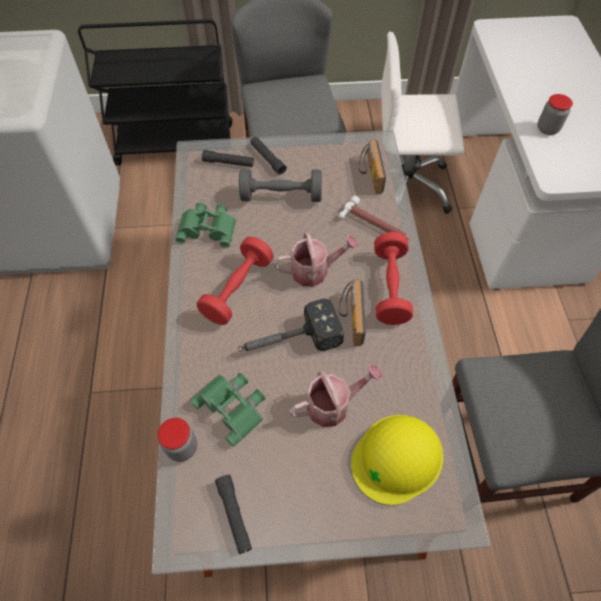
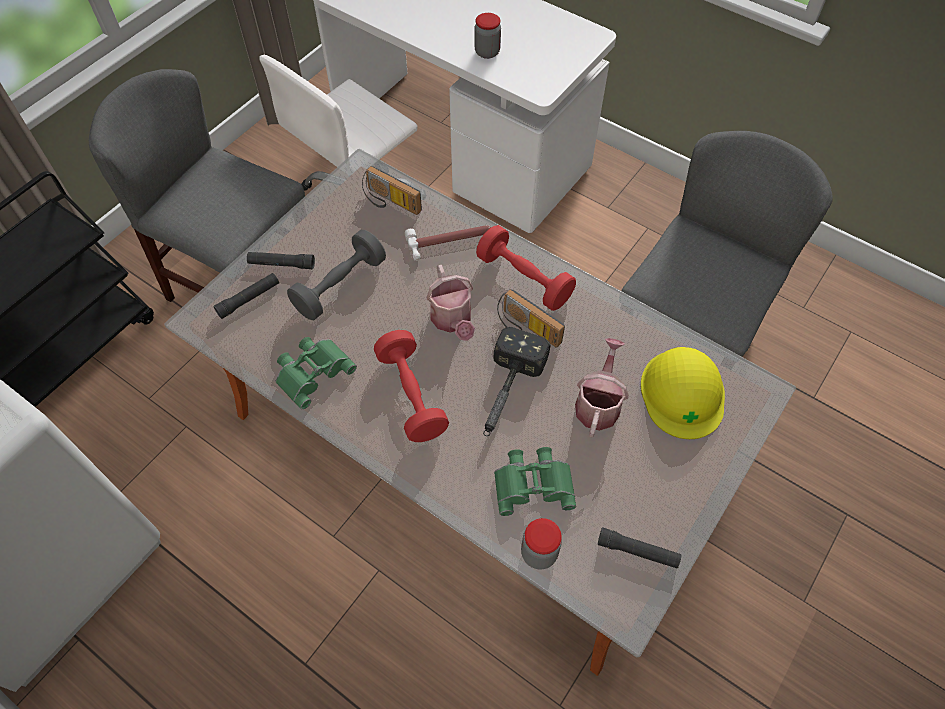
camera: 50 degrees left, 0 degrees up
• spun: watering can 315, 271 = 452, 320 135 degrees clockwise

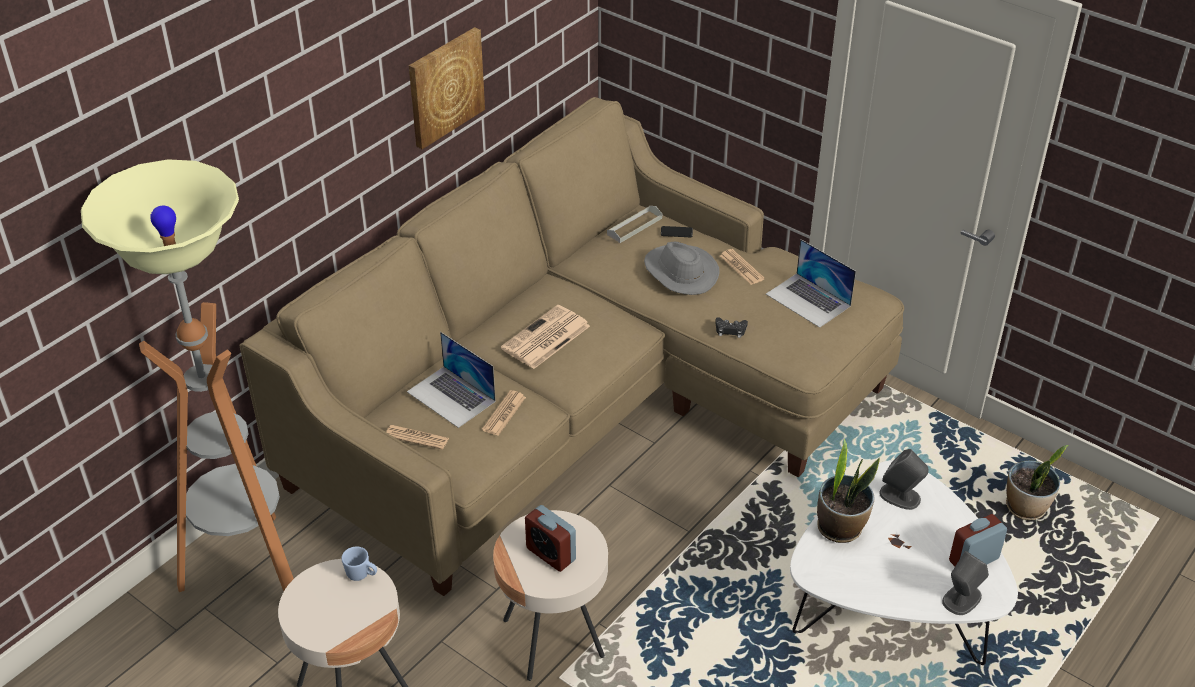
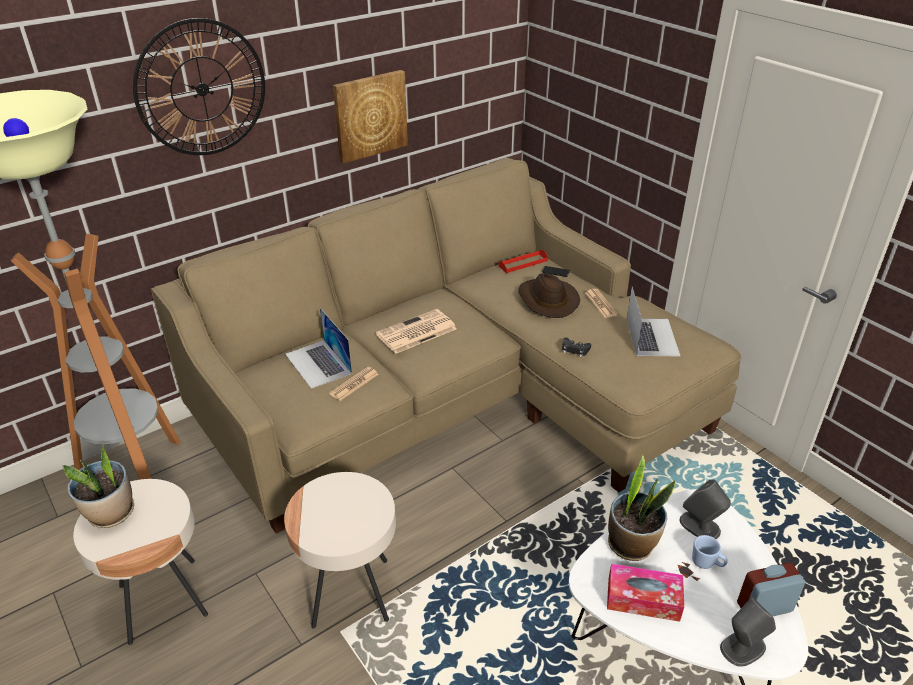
camera: 15 degrees right, 5 degrees down
• missing: newspaper 417, 437
• missing: table clock 551, 554
• appeared: hanging clock 202, 89
• appeared: tissue holder 643, 599
• relocated: mug in bluish 362, 575 to 706, 564
• relocated: plant in a pot 1026, 508 to 111, 514
• colour: carrying tray in greyish 634, 226 to carrying tray in red-coloured 523, 263
• colour: clothing hat in greyish 680, 272 to clothing hat in brown 546, 300
• spun: laptop 808, 300 = 652, 336 150 degrees counterclockwise

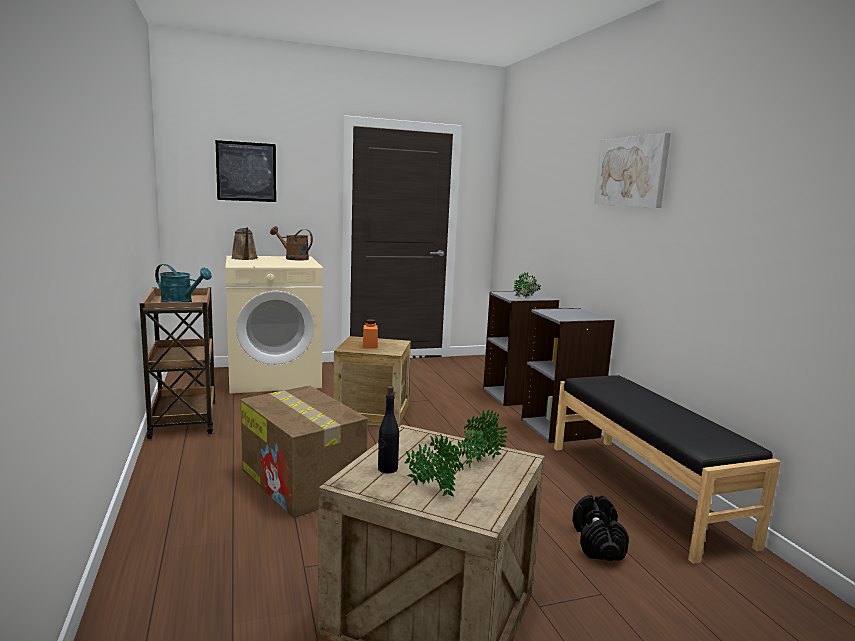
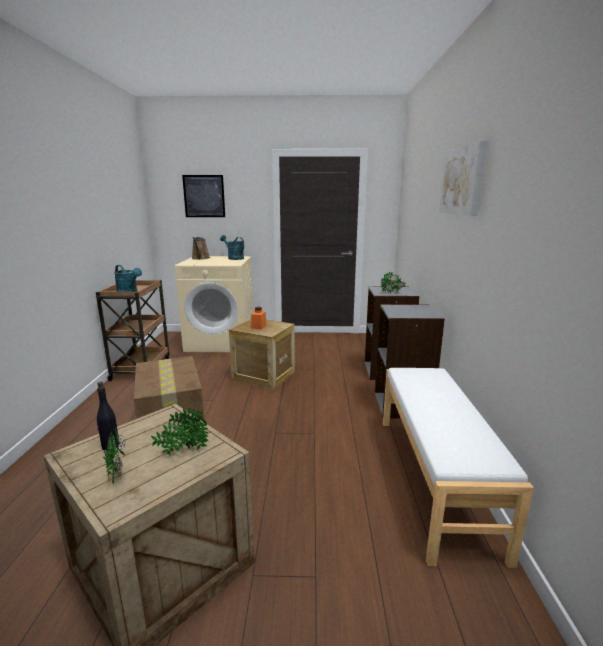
camera: 20 degrees right, 5 degrees up
• missing: free weight in black 597, 542
• colour: watering can in brown 293, 258 to watering can in turquoise 233, 258
• colour: long seat in black 643, 491 to long seat in white 434, 478

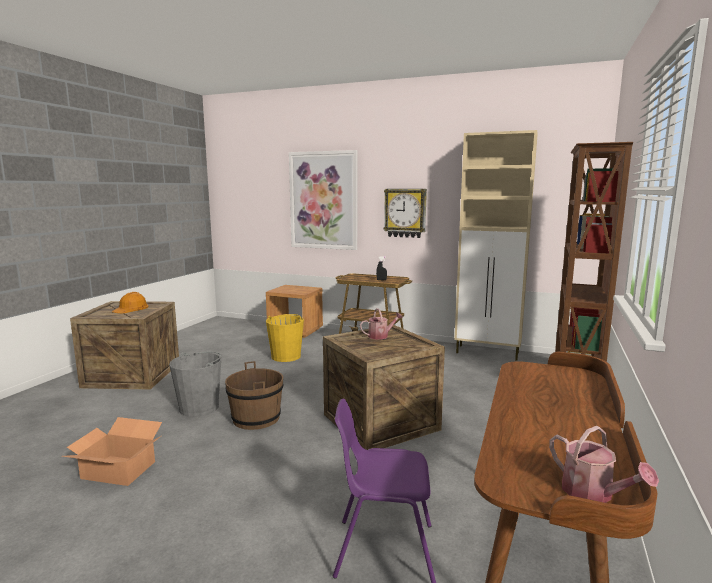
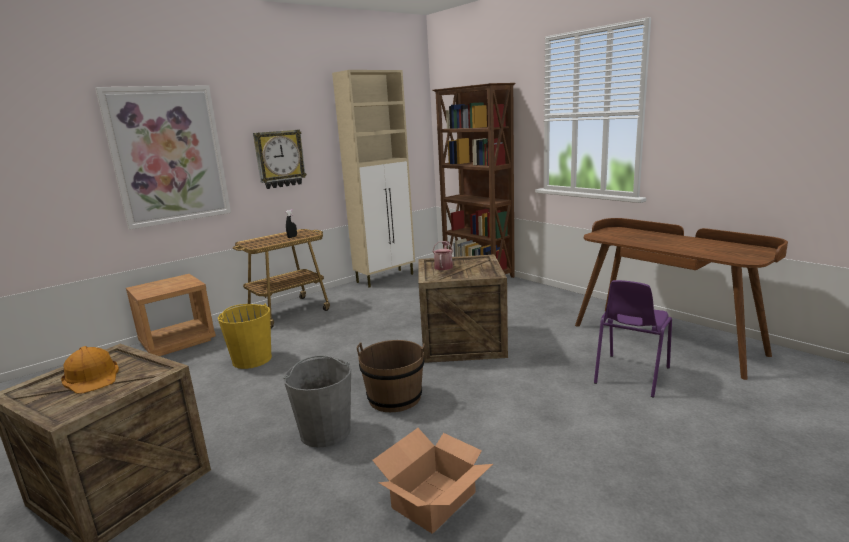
camera: 60 degrees left, 5 degrees up
• missing: watering can 593, 494

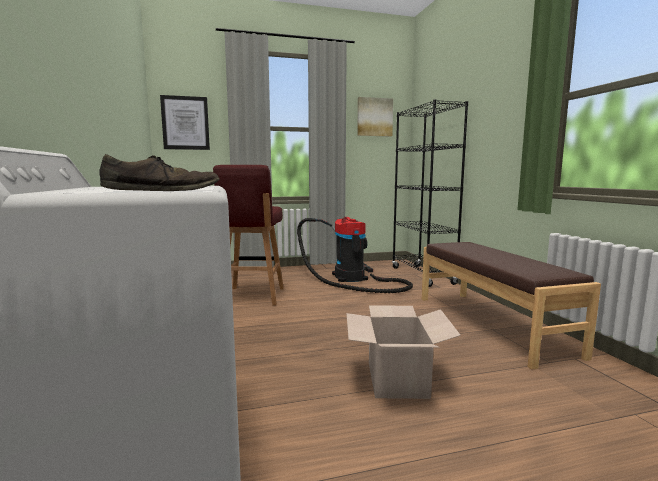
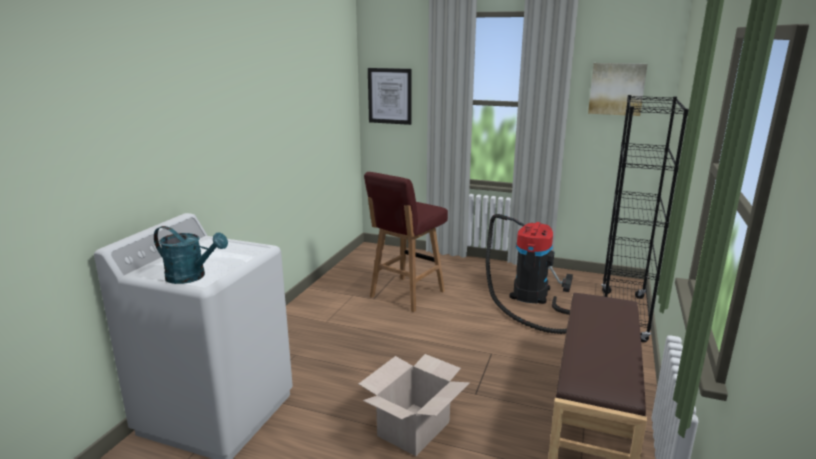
camera: 35 degrees right, 10 degrees up
• exchanged: shoe in brown 163, 190 to watering can in turquoise 192, 277

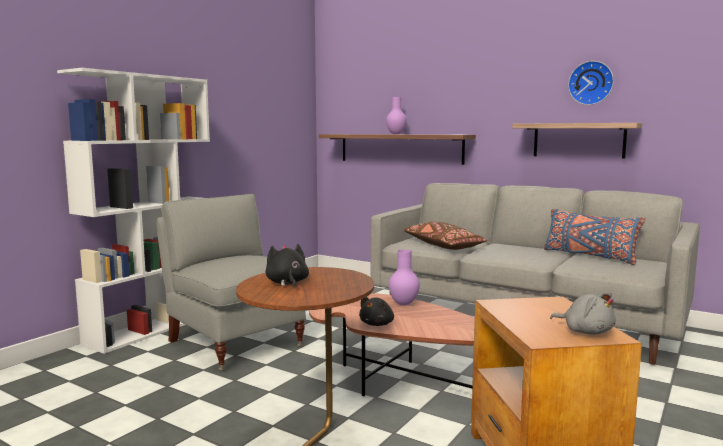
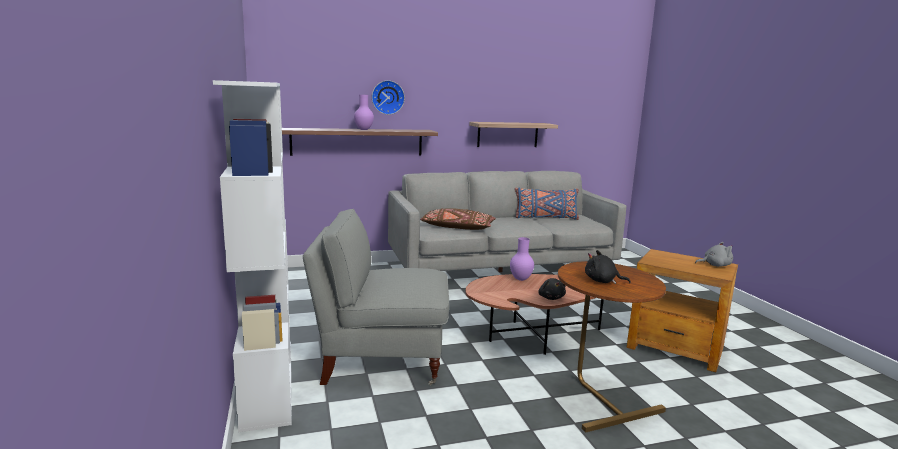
camera: 50 degrees left, 5 degrees up
• relocated: hanging clock 591, 83 to 387, 97

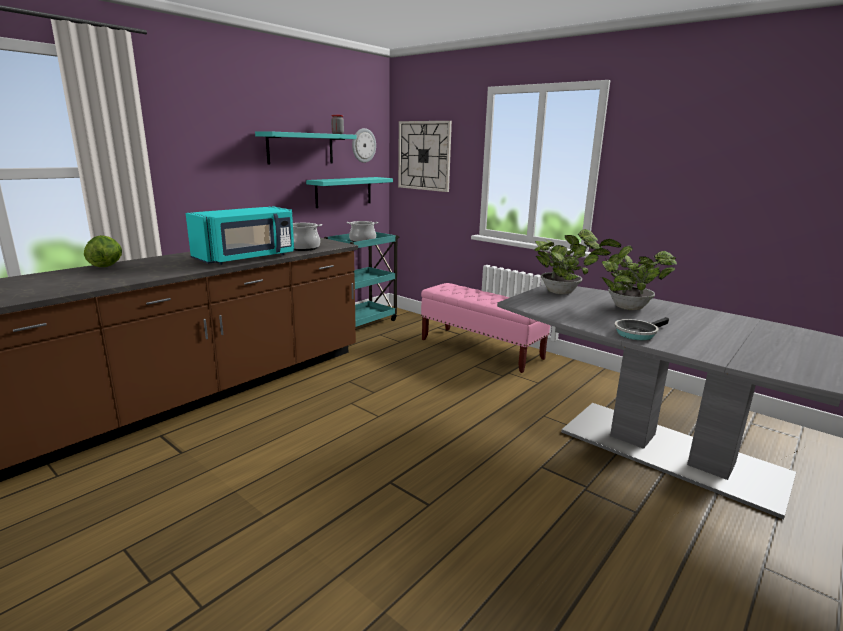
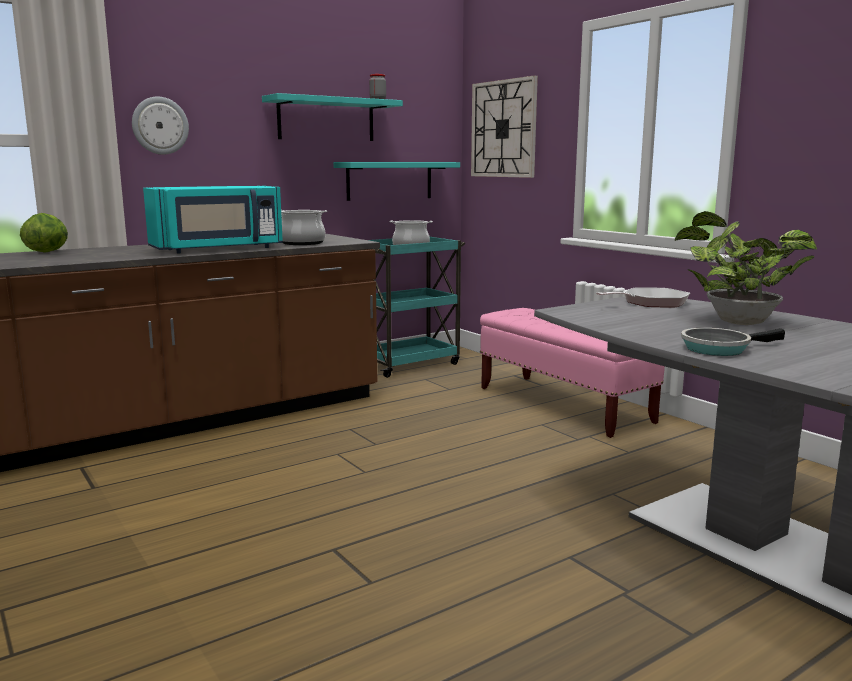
camera: 15 degrees right, 5 degrees down
• relocated: hanging clock 363, 145 to 160, 125
• exchanged: plant in a pot 562, 292 to skillet 650, 303

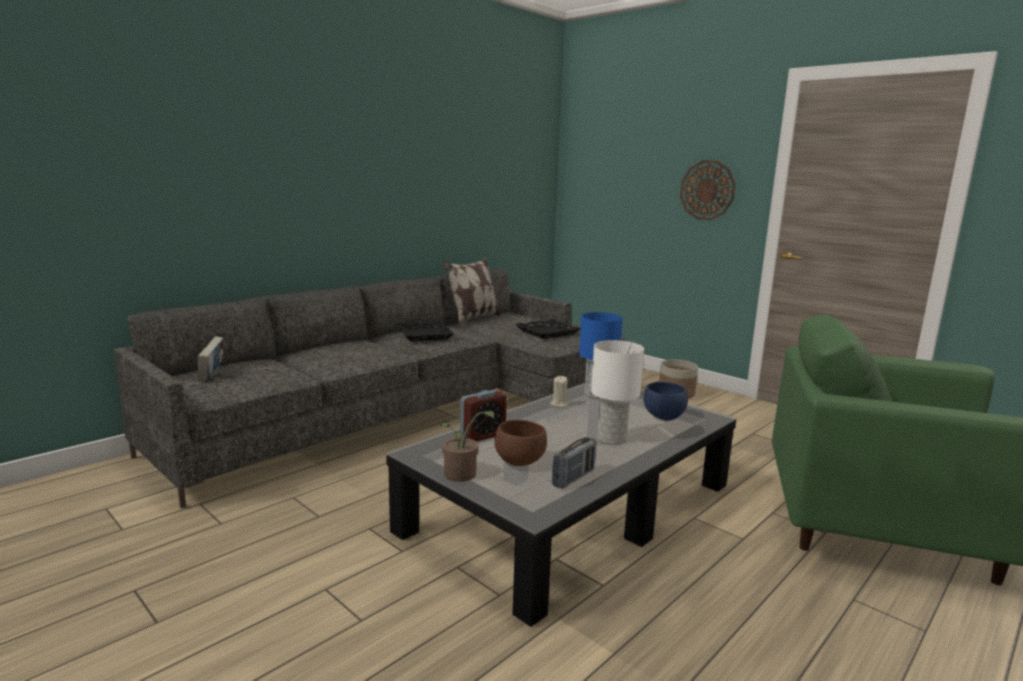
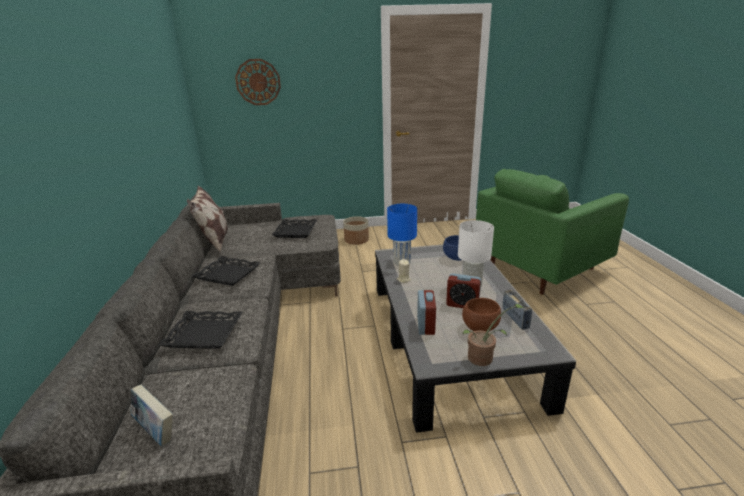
camera: 50 degrees left, 10 degrees up
• appeared: carrying tray in black 204, 334
• appeared: table clock 462, 304
• relocated: hanging clock 707, 190 to 258, 82

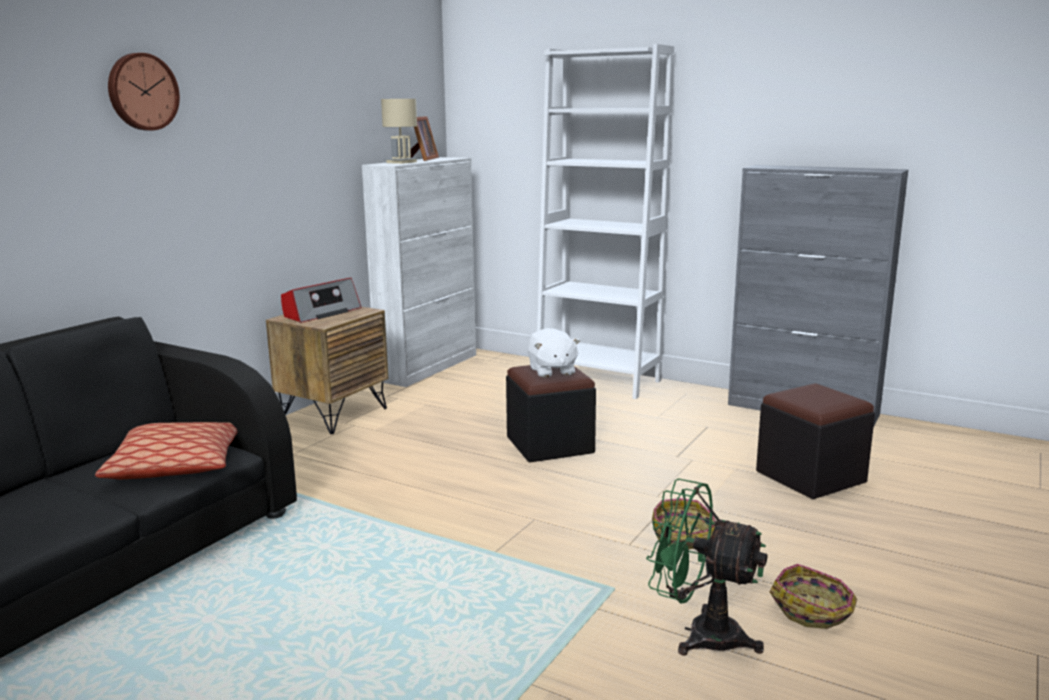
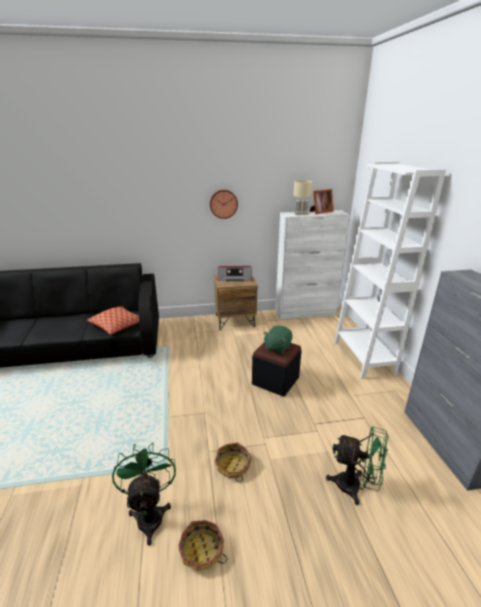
camera: 50 degrees right, 10 degrees up
• relocated: hanging clock 142, 92 to 223, 204
• exchanged: ottoman in black 810, 476 to cooling fan in greenish 355, 487
• colour: soft toy in white 551, 371 to soft toy in greenish 277, 348

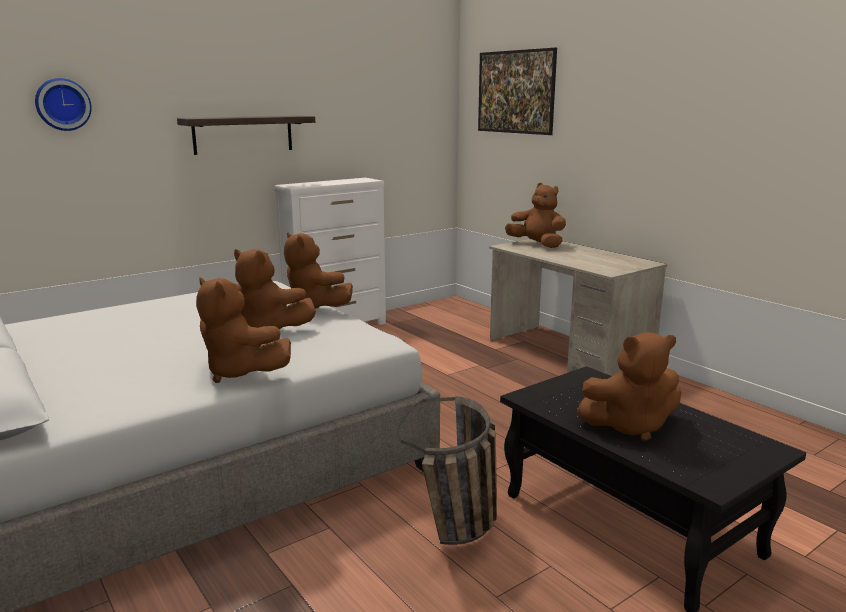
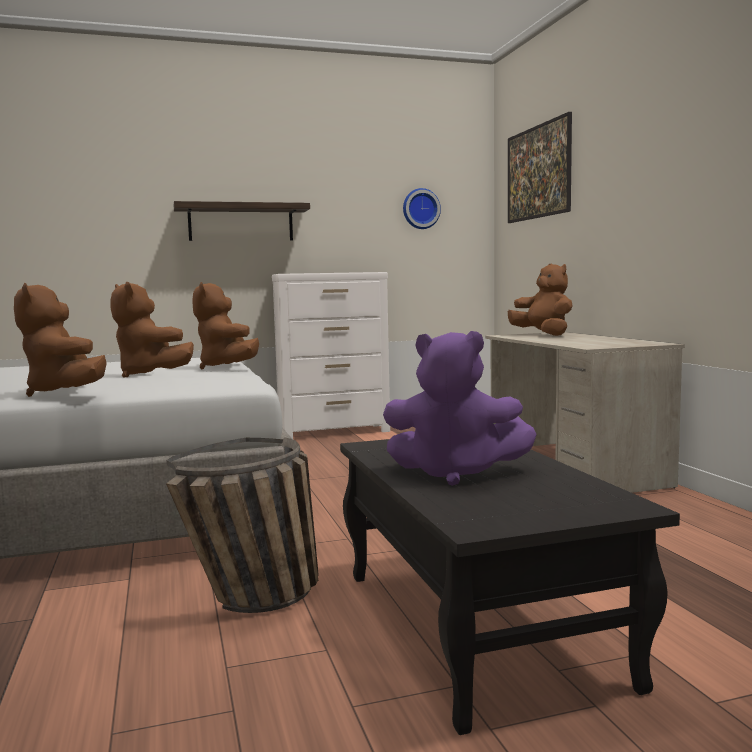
camera: 20 degrees right, 10 degrees down
• relocated: hanging clock 62, 104 to 420, 209
• colour: soft toy in brown 630, 426 to soft toy in purple 455, 473

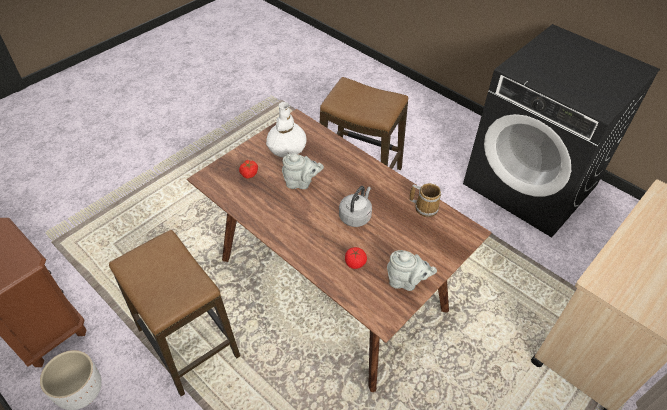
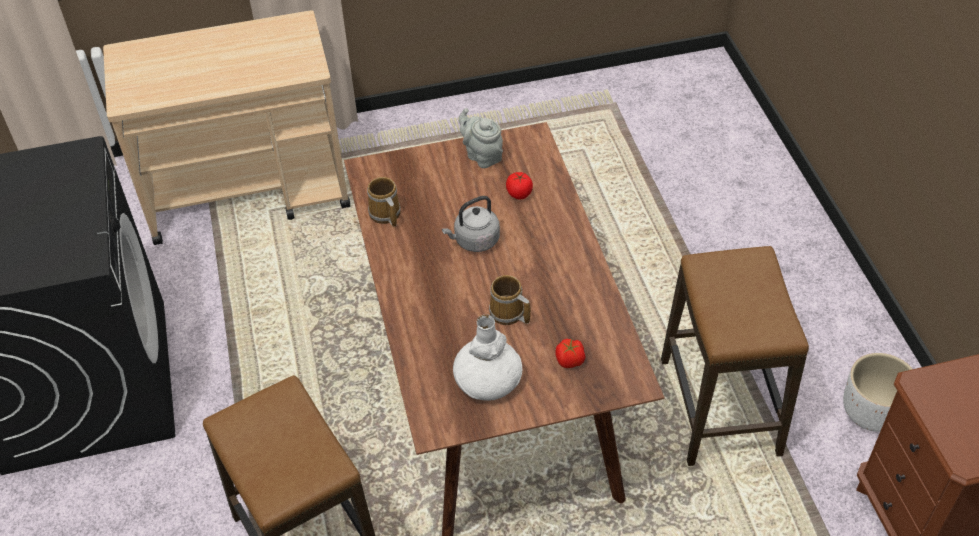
camera: 145 degrees left, 0 degrees up
• exchanged: teapot in greyish 301, 183 to mug 508, 314

